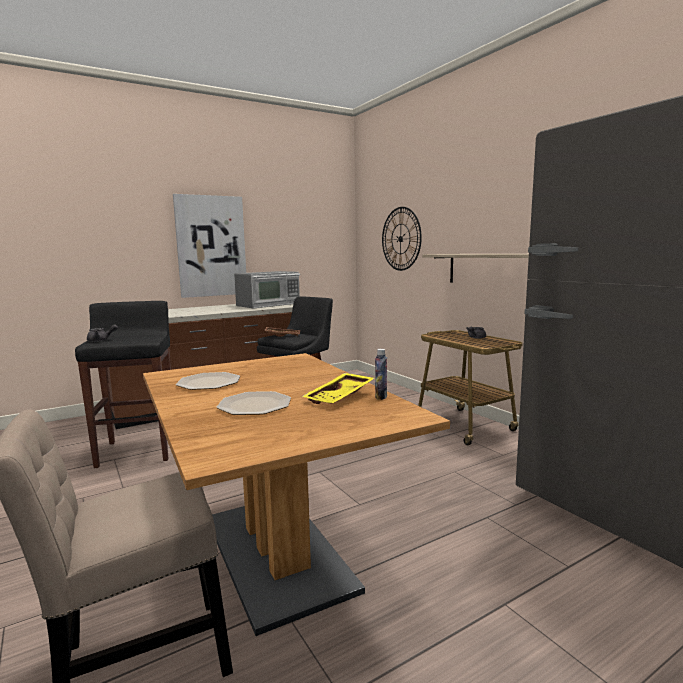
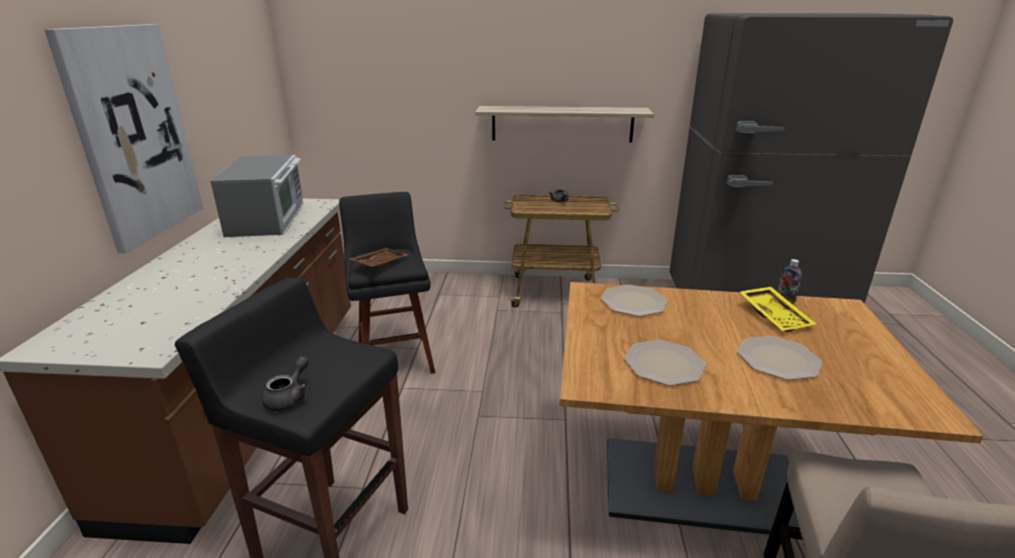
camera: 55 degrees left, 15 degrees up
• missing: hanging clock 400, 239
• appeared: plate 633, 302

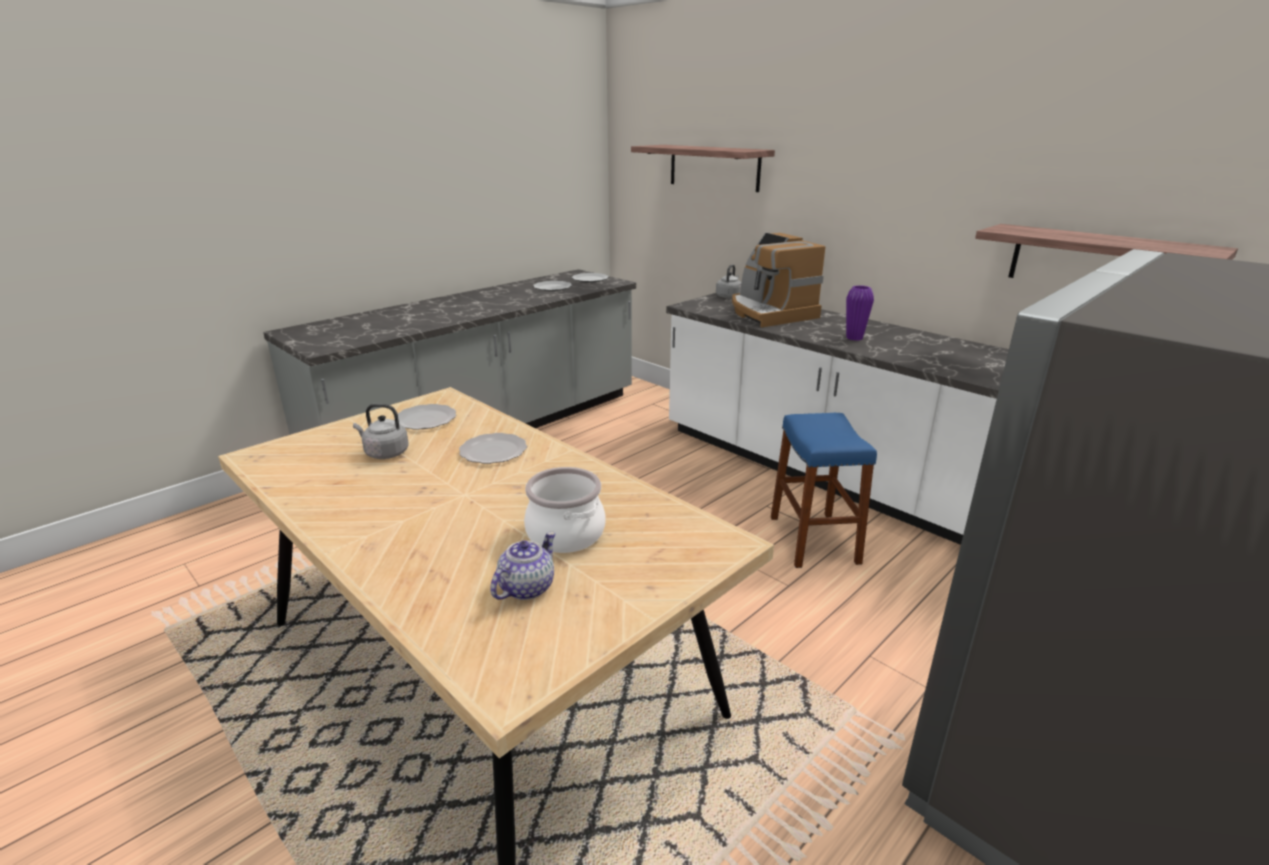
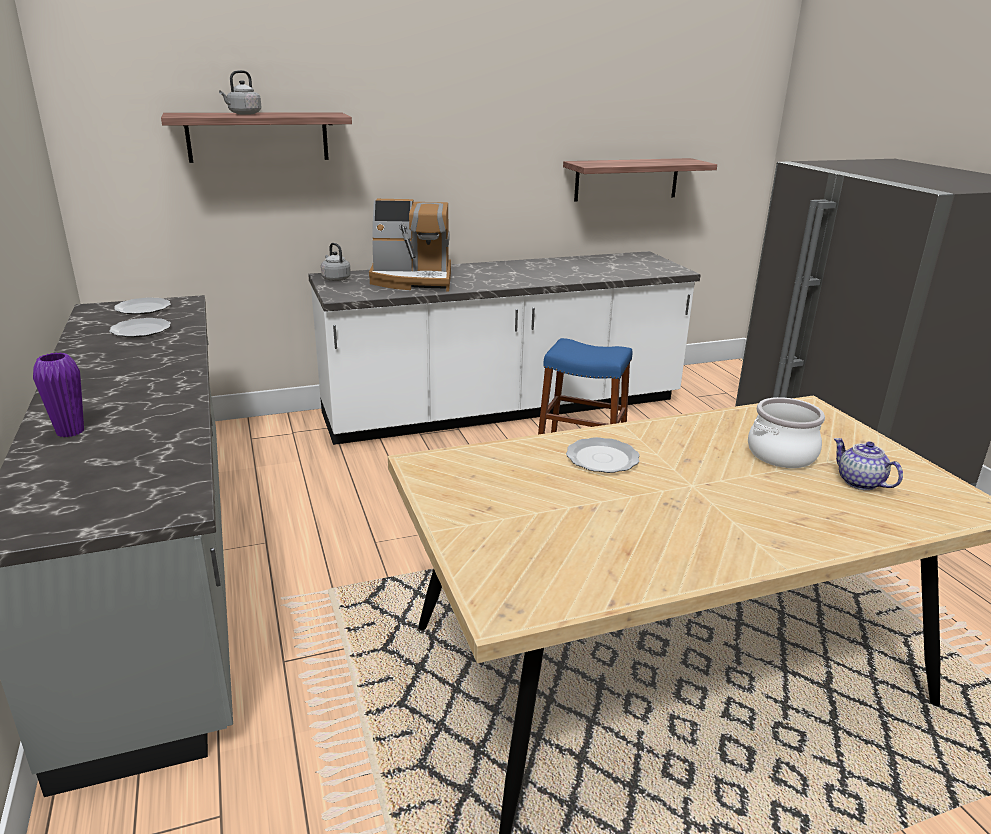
camera: 65 degrees left, 0 degrees up
• missing: plate 425, 419
• relocated: kettle in greyish 385, 453 to 243, 114
• relocated: decorative vase in purple 854, 338 to 70, 432

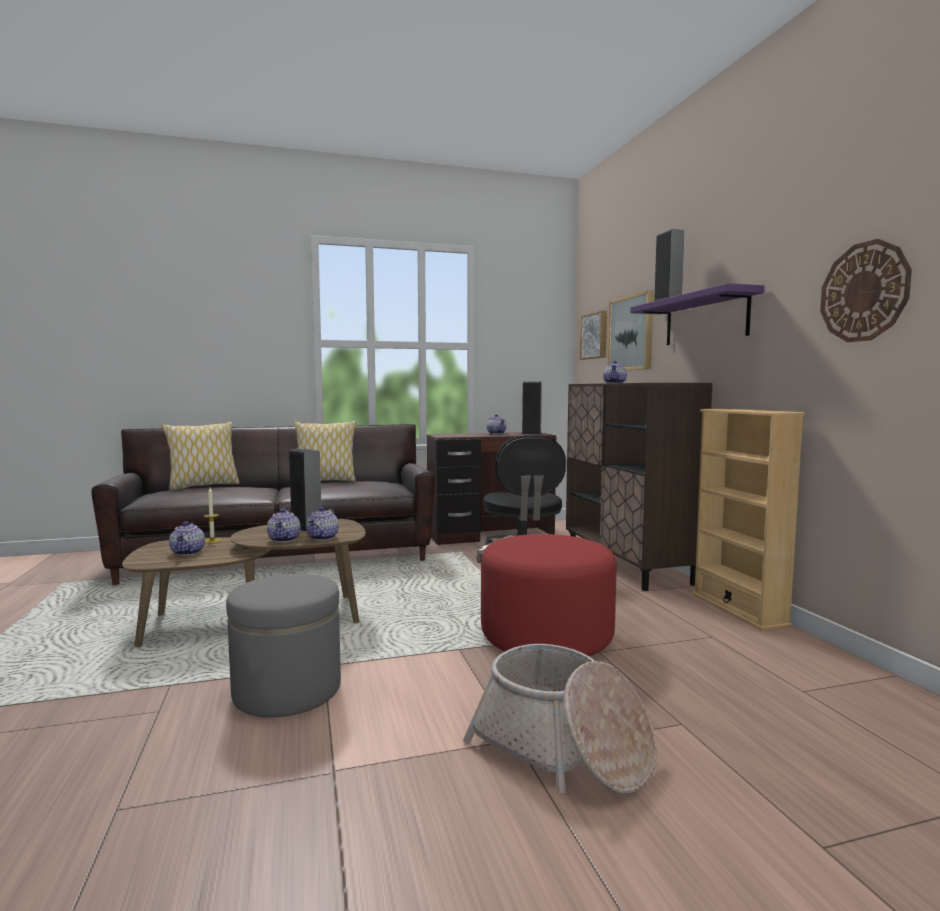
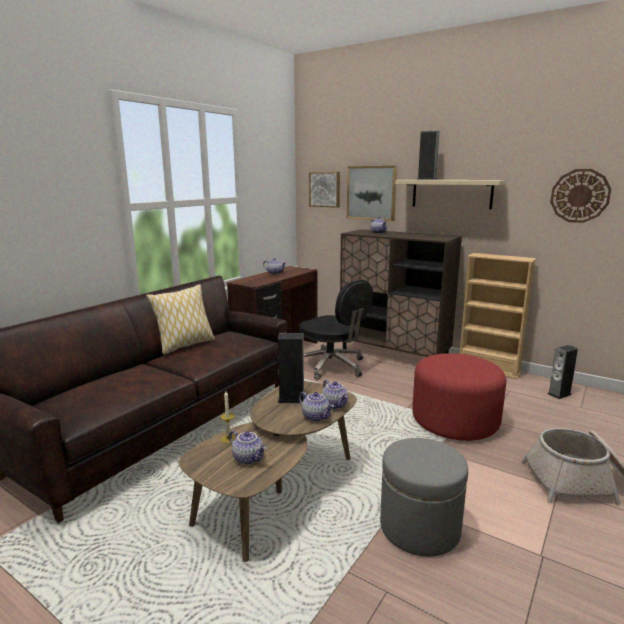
camera: 40 degrees left, 10 degrees up
• missing: pillow 203, 486
• relocated: loudspeaker 531, 433 to 559, 394
• colour: wall shelf in purple 705, 319 to wall shelf in sand-coloured 451, 193

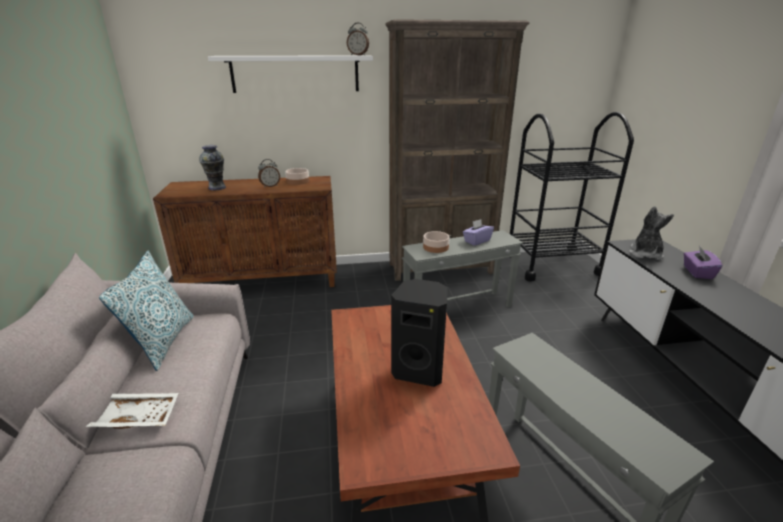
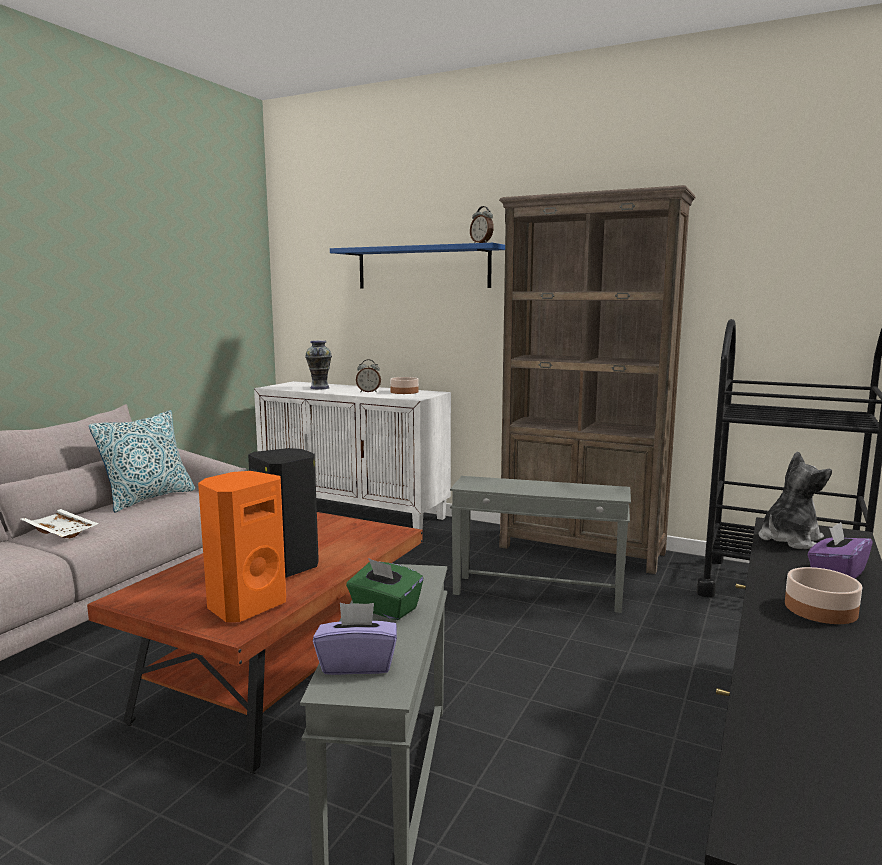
camera: 35 degrees right, 15 degrees down
• appeared: loudspeaker in orange-coloured 245, 606
• appeared: tissue holder in greenish 384, 609
• relocated: serving bowl 435, 247 to 819, 609
• relocated: tissue holder in purple 476, 241 to 357, 664
• colour: storage cabinet in brown 264, 281 to storage cabinet in white 355, 513
• colour: wall shelf in white 295, 74 to wall shelf in bluish 422, 268

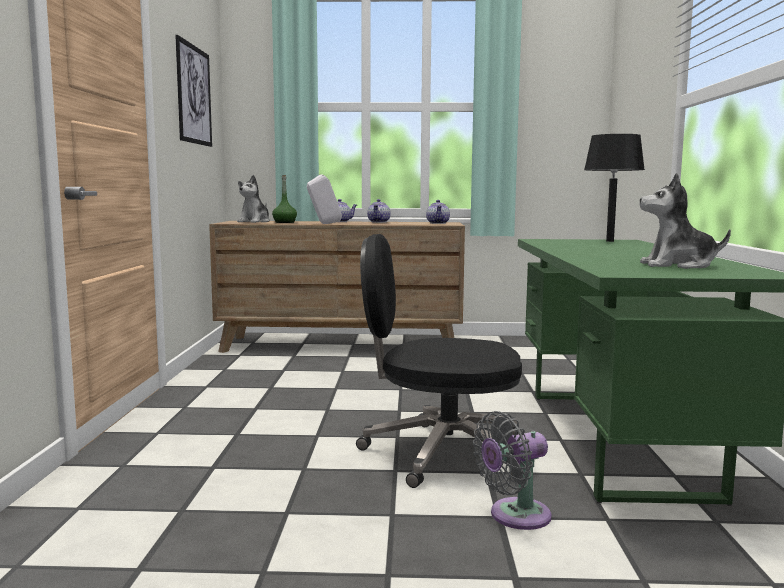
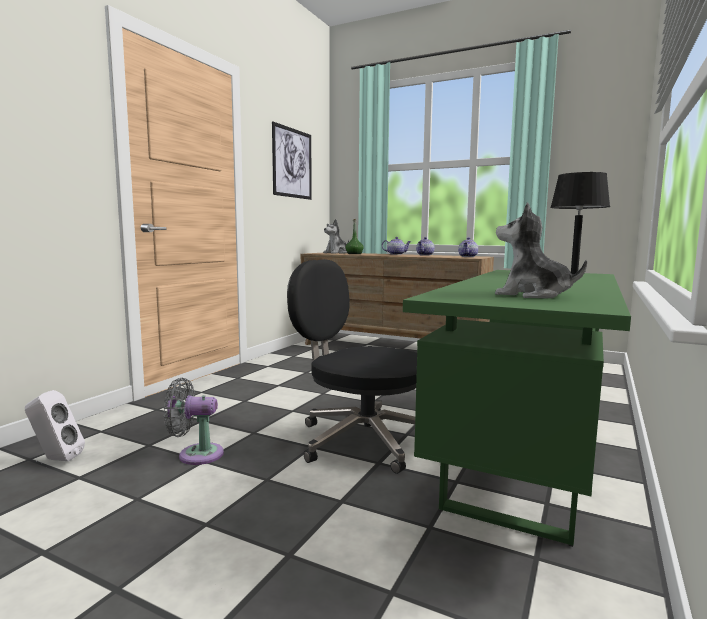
camera: 25 degrees right, 0 degrees up
• relocated: loudspeaker in white 324, 224 to 55, 459
• relocated: cooling fan in greyish 514, 516 to 196, 454

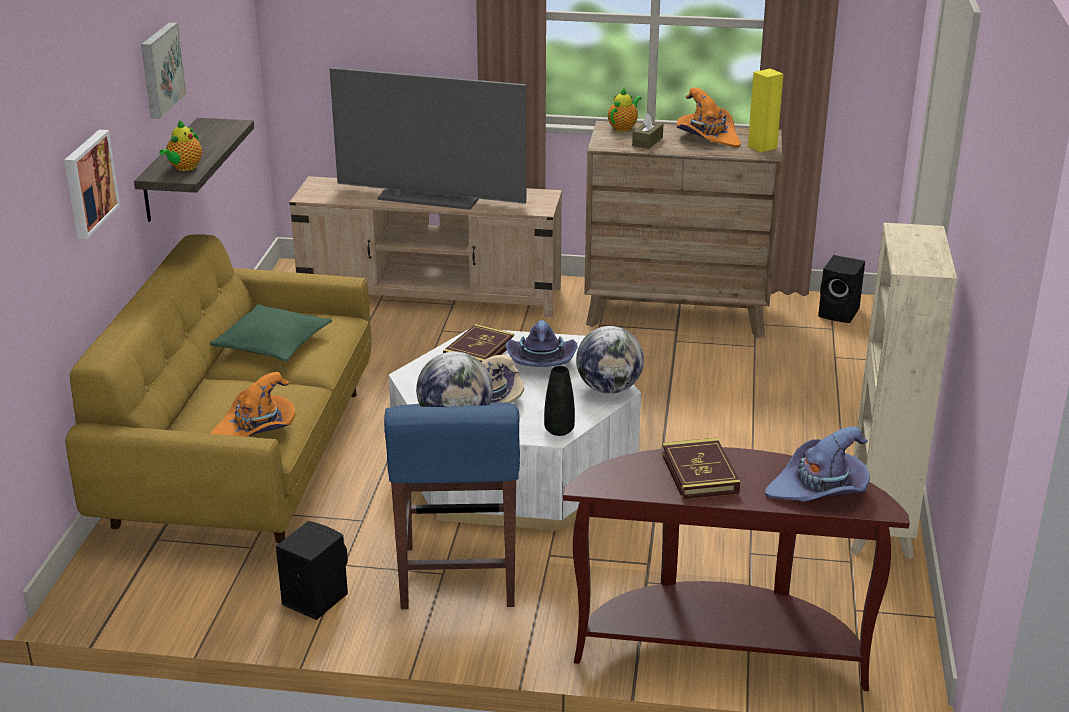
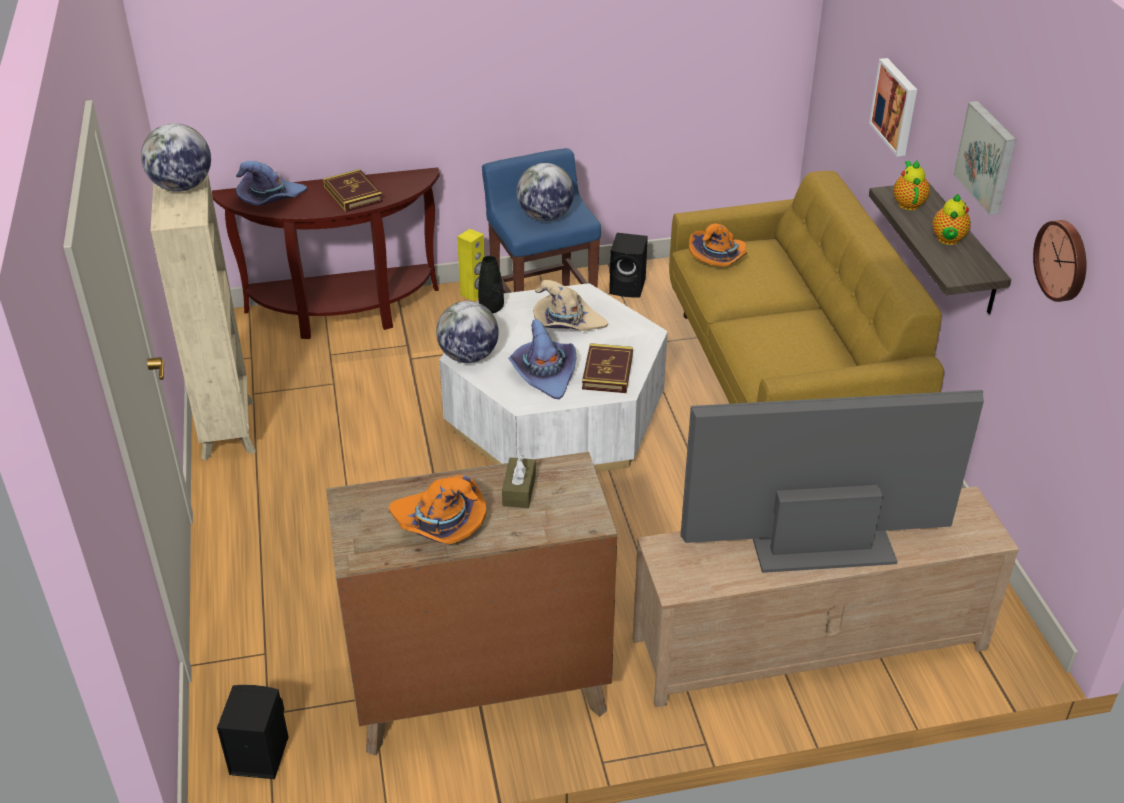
camera: 160 degrees right, 10 degrees up
• missing: pillow in greenish 272, 344
• appeared: globe 182, 187
• appeared: hanging clock 1063, 260
• relocated: teapot 623, 128 to 947, 240
• relocated: loudspeaker in yellowish 762, 147 to 473, 294

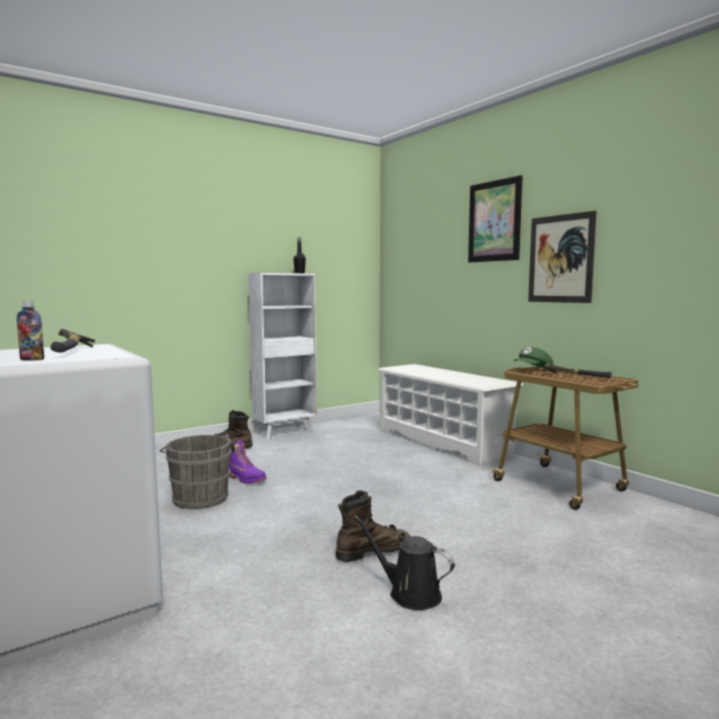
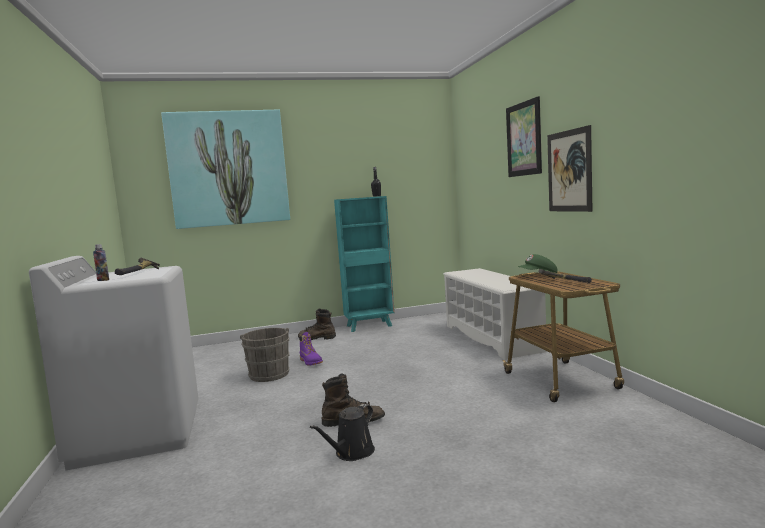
camera: 20 degrees right, 0 degrees up
• appeared: picture 228, 169
• colour: bookshelf in white 285, 432 to bookshelf in turquoise 370, 326
• spun: watering can in black 410, 593 = 352, 453 105 degrees counterclockwise

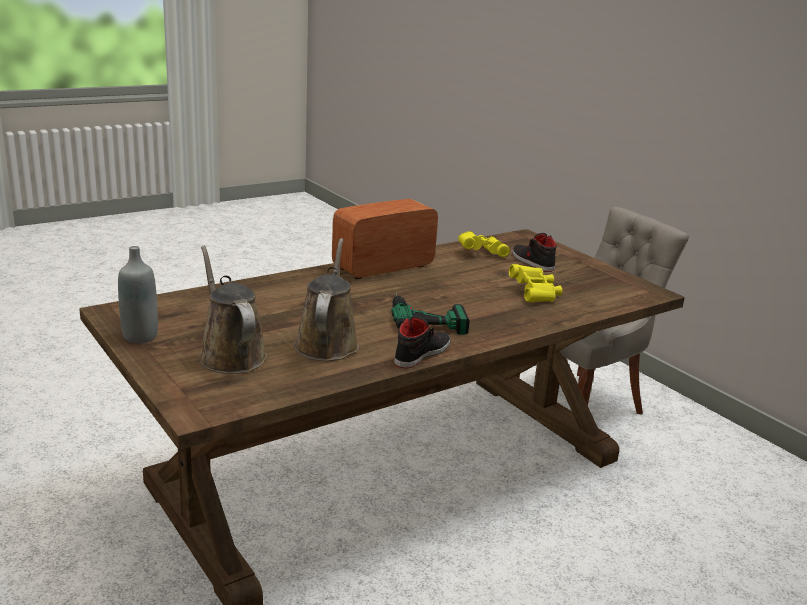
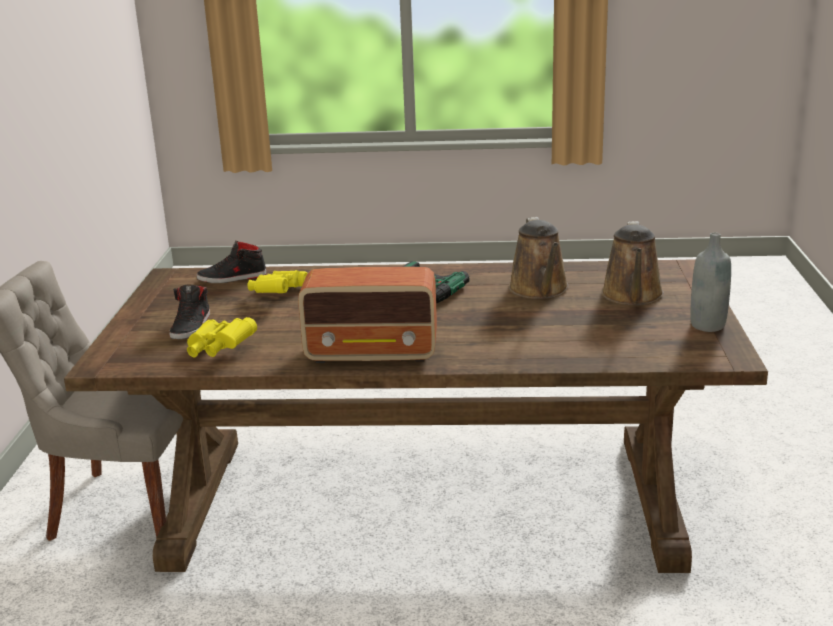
camera: 140 degrees left, 0 degrees up
• relocated: shoe in black 421, 353 to 232, 278
• spun: watering can in brown 327, 343 = 540, 290 45 degrees counterclockwise

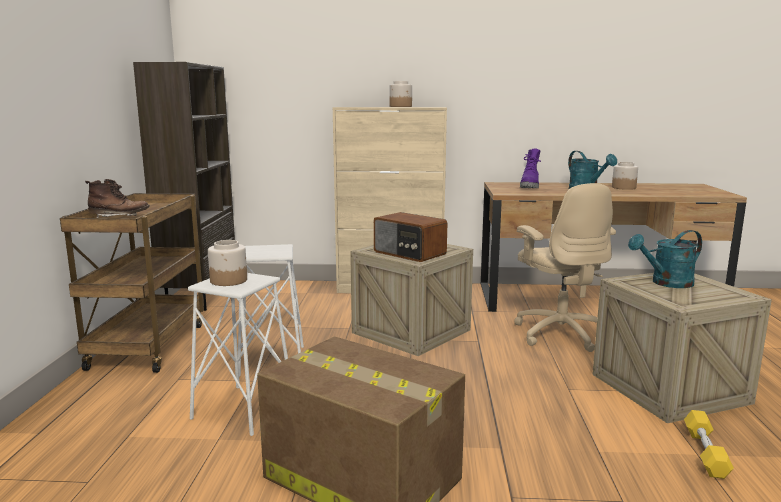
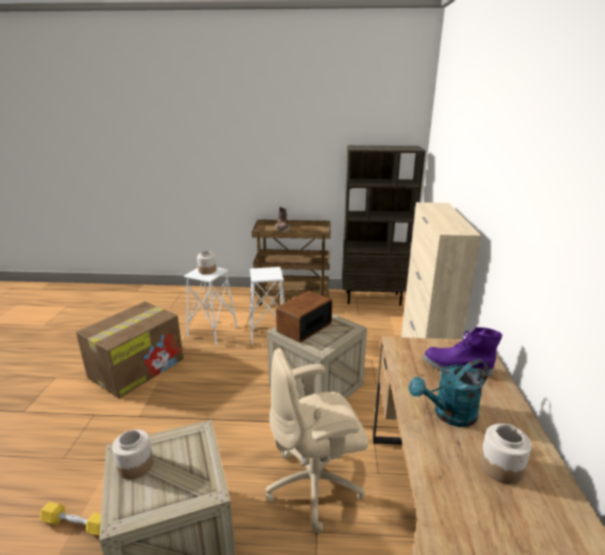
camera: 90 degrees right, 10 degrees up
• missing: watering can in turquoise 666, 283
• relocated: preserve jar 401, 106 to 135, 466

